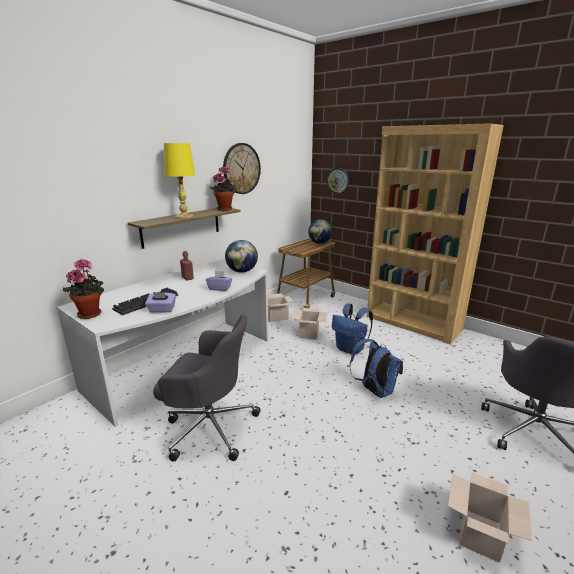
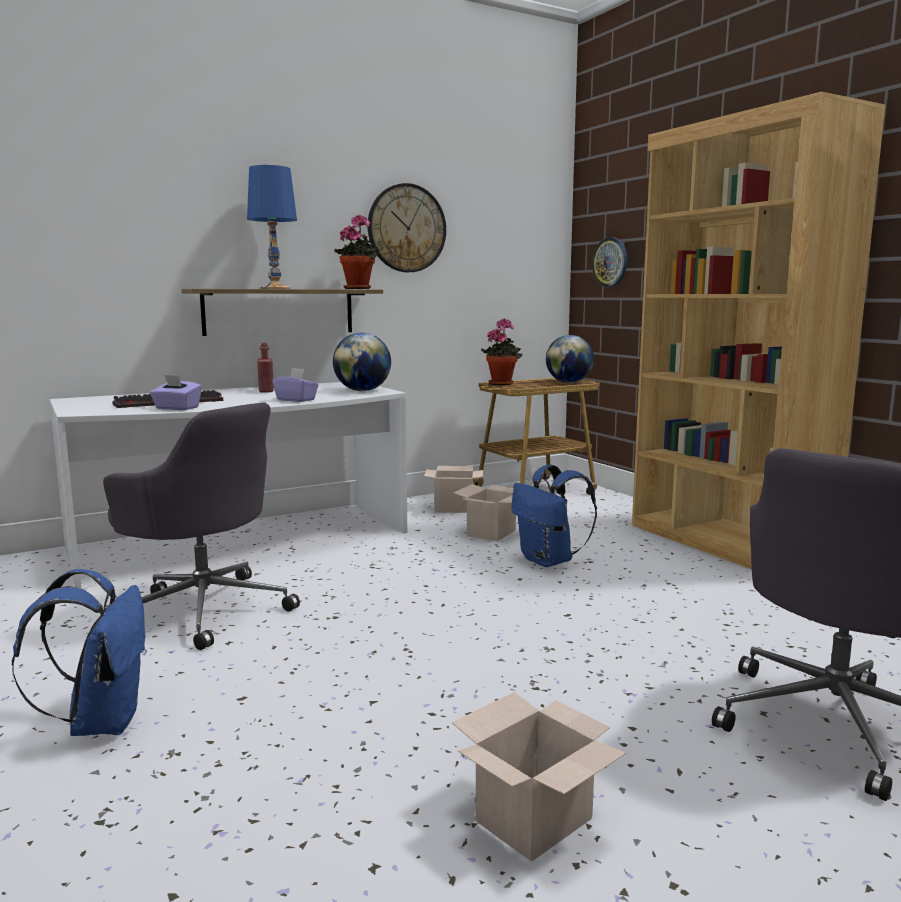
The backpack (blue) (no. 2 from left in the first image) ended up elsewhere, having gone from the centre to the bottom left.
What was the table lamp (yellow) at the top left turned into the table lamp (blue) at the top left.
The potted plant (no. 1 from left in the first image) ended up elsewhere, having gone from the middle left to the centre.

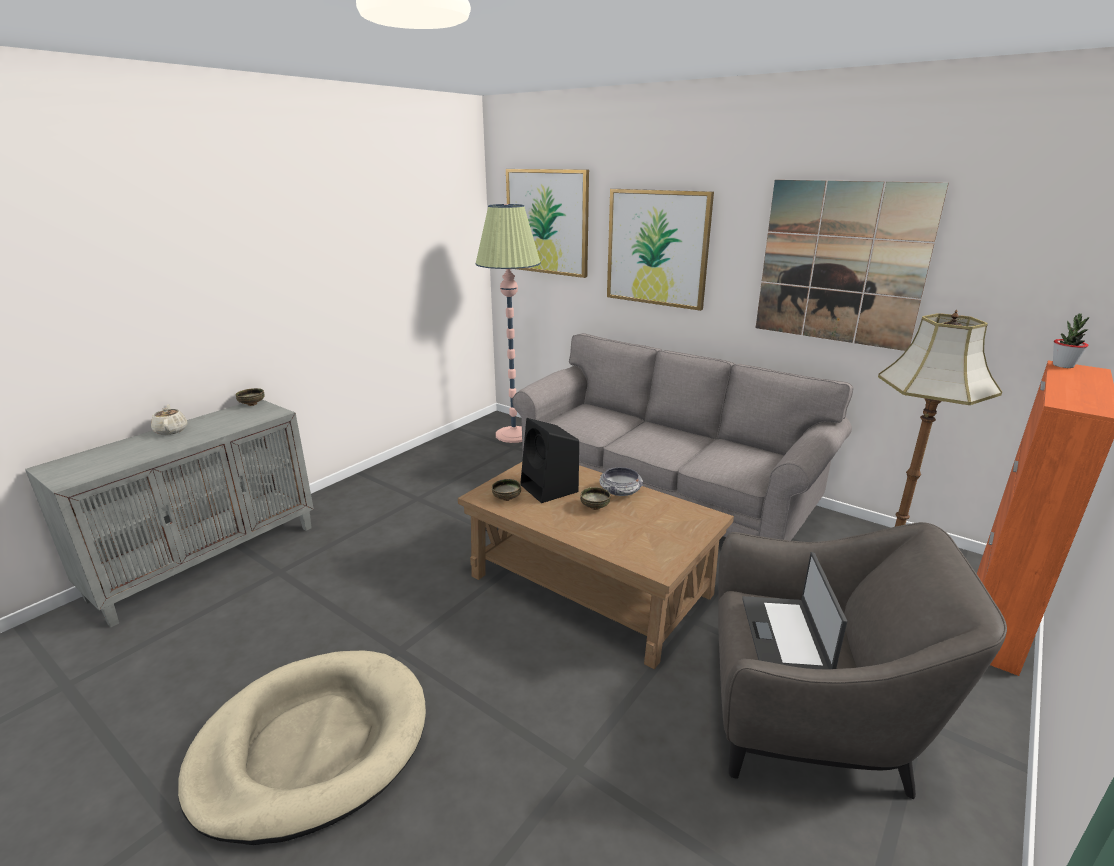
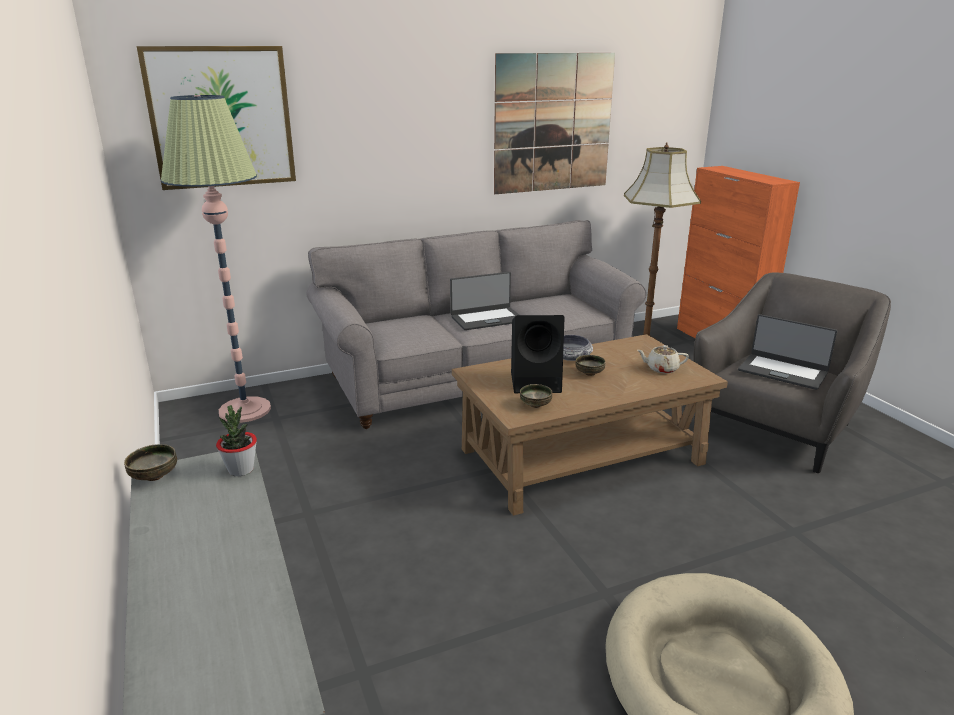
The potted plant ended up elsewhere, having gone from the middle right to the middle left.
The second view gained the laptop (no. 1 from left) at the centre.
The teapot (beige) ended up elsewhere, having gone from the middle left to the middle right.
The second view lost the picture (no. 2 from left) at the top centre.

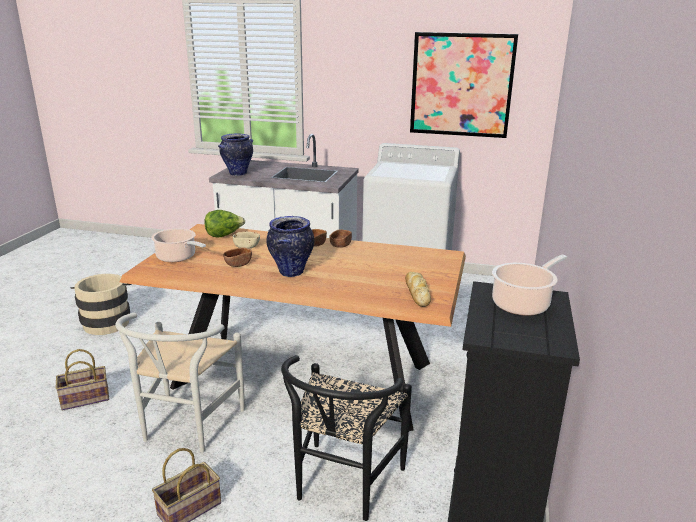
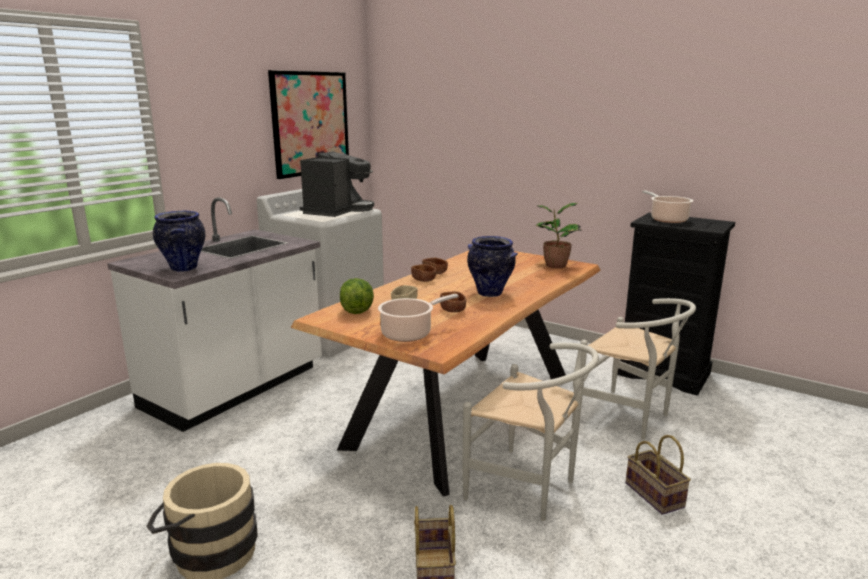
The second view gained the coffee machine at the top centre.
Where the bread stood at the centre, the potted plant came to stand at the centre.
What was the chair (black) at the bottom centre turned into the chair (white) (no. 2 from left) at the middle right.

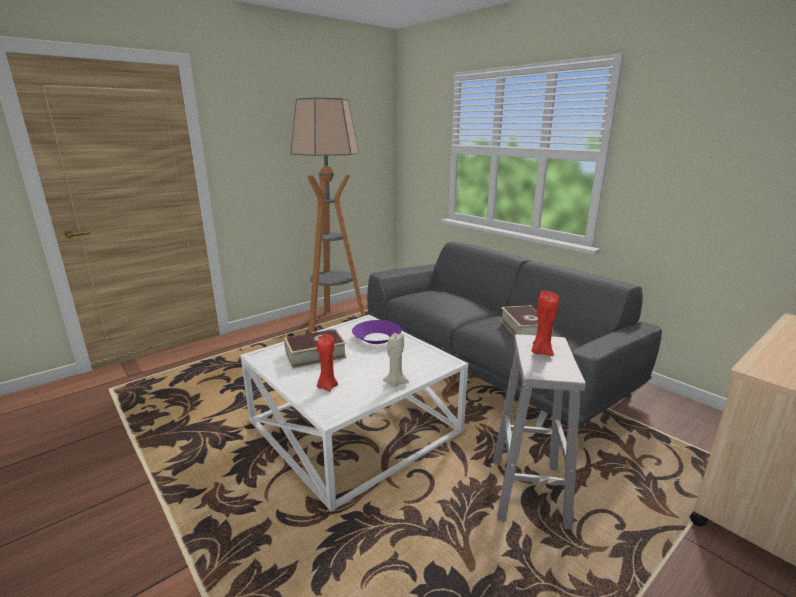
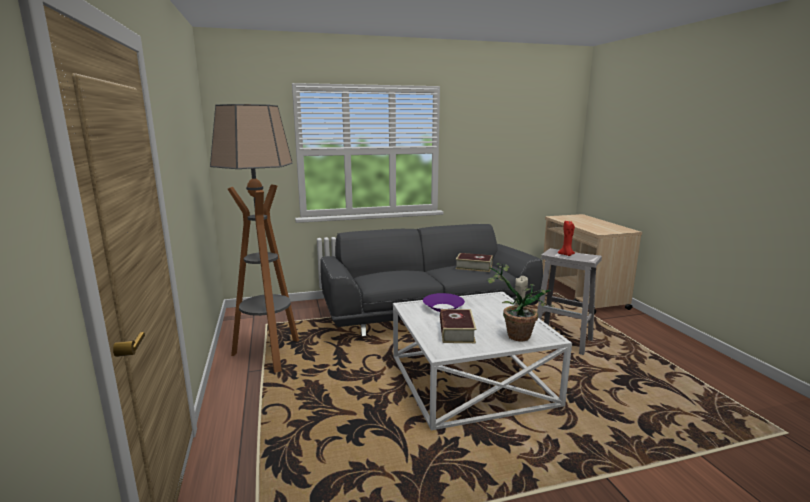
Where the candle (red) (no. 1 from left) stood at the centre, the potted plant came to stand at the centre.

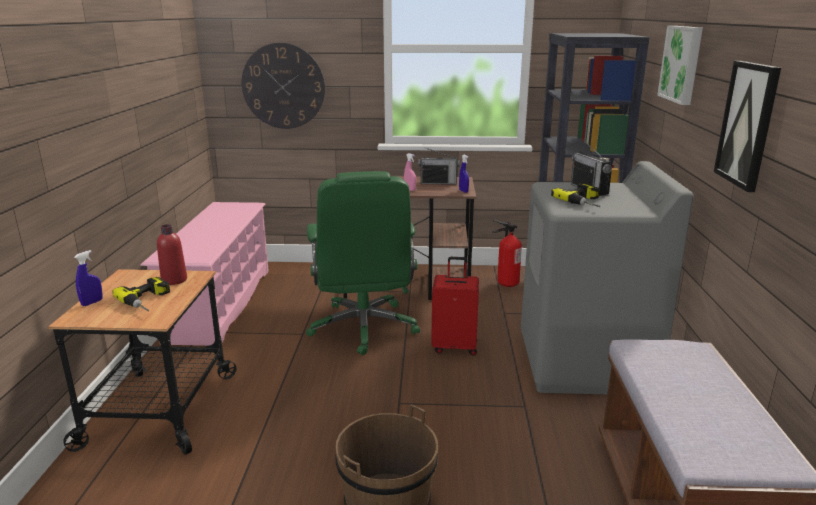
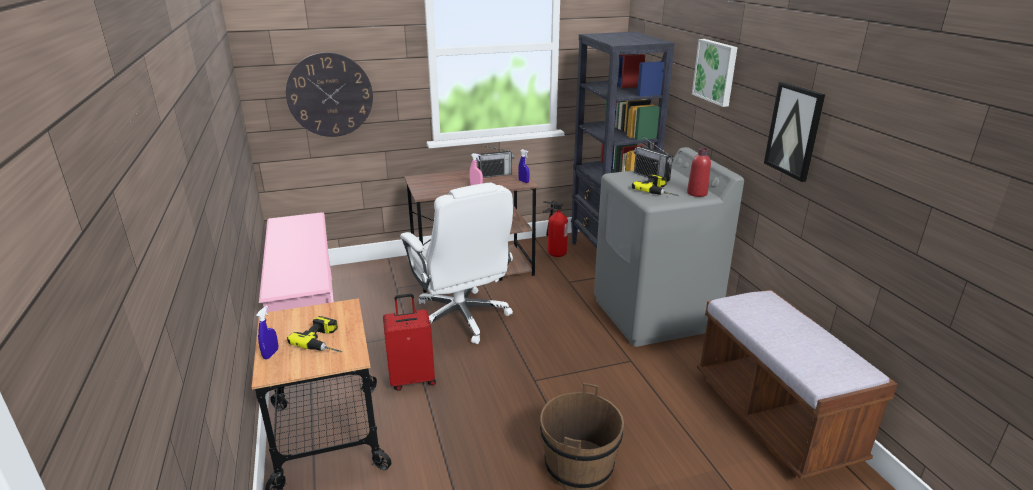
The suitcase (red) ended up elsewhere, having gone from the centre to the bottom centre.
What was the office chair (green) at the centre turned into the office chair (white) at the centre.
The bottle (red) ended up elsewhere, having gone from the middle left to the middle right.

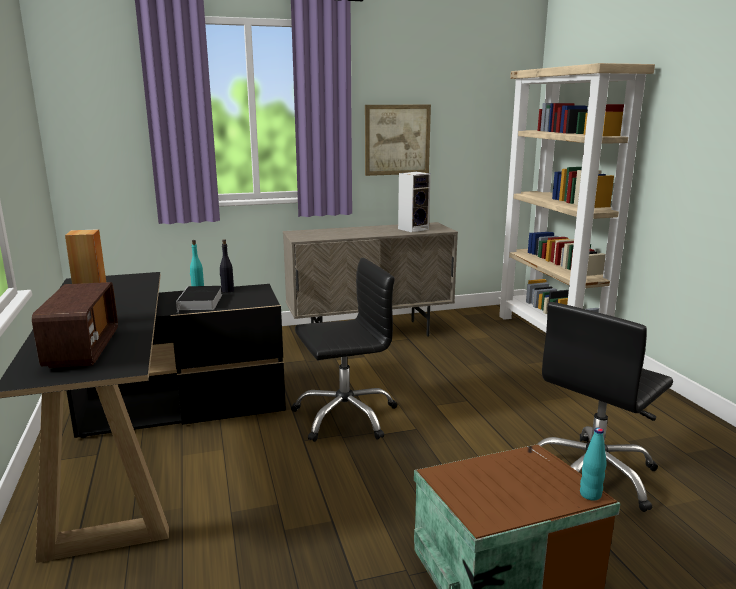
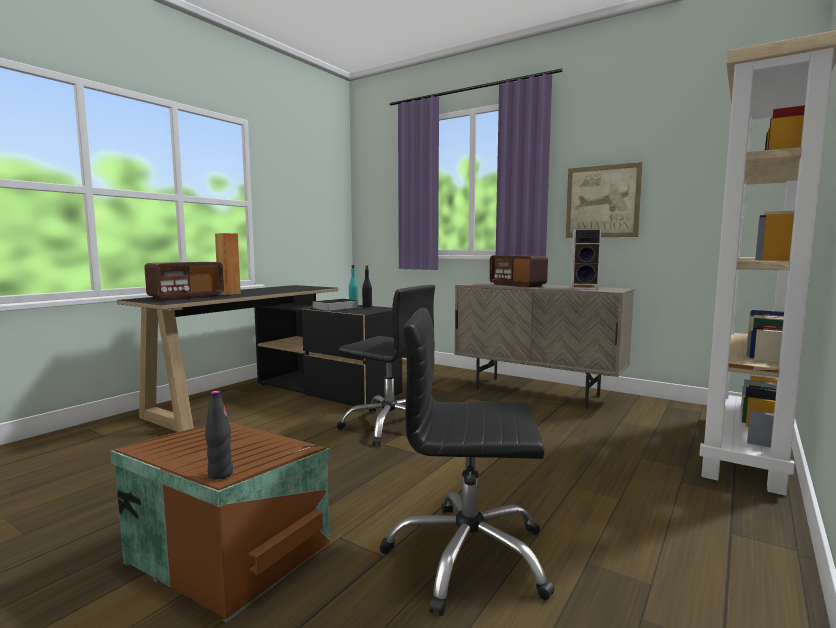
What was the bottle (turquoise) (no. 2 from left) at the bottom right turned into the bottle (black) (no. 1 from left) at the bottom left.
The second view gained the radio (no. 2 from left) at the centre.

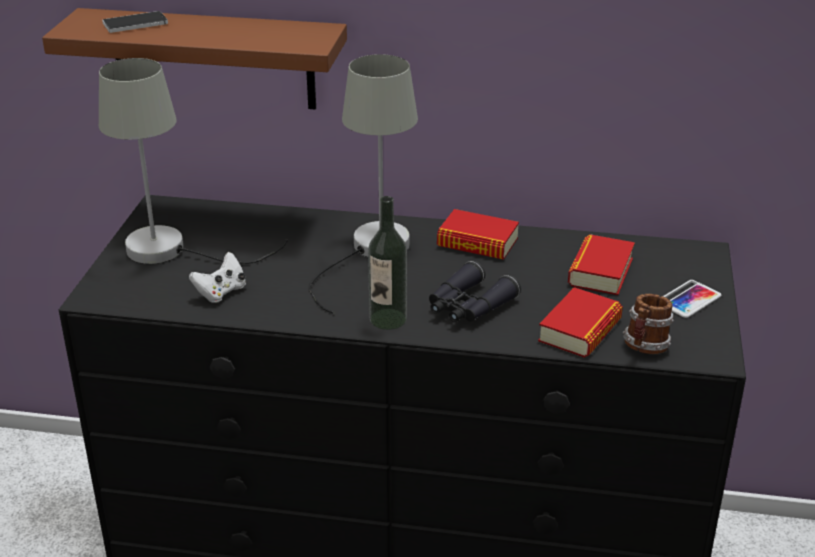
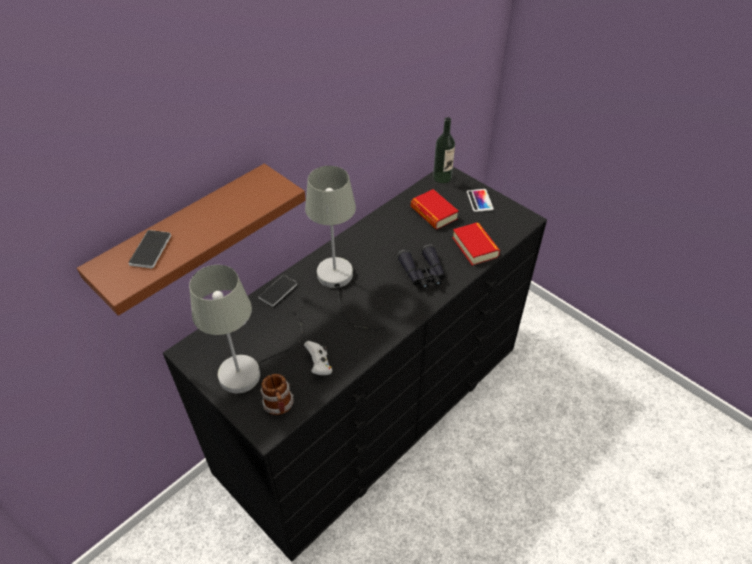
The second view gained the phone (no. 2 from left) at the centre.
The mug ended up elsewhere, having gone from the middle right to the bottom centre.
The bottle ended up elsewhere, having gone from the centre to the top centre.
The second view lost the book (no. 1 from left) at the centre.

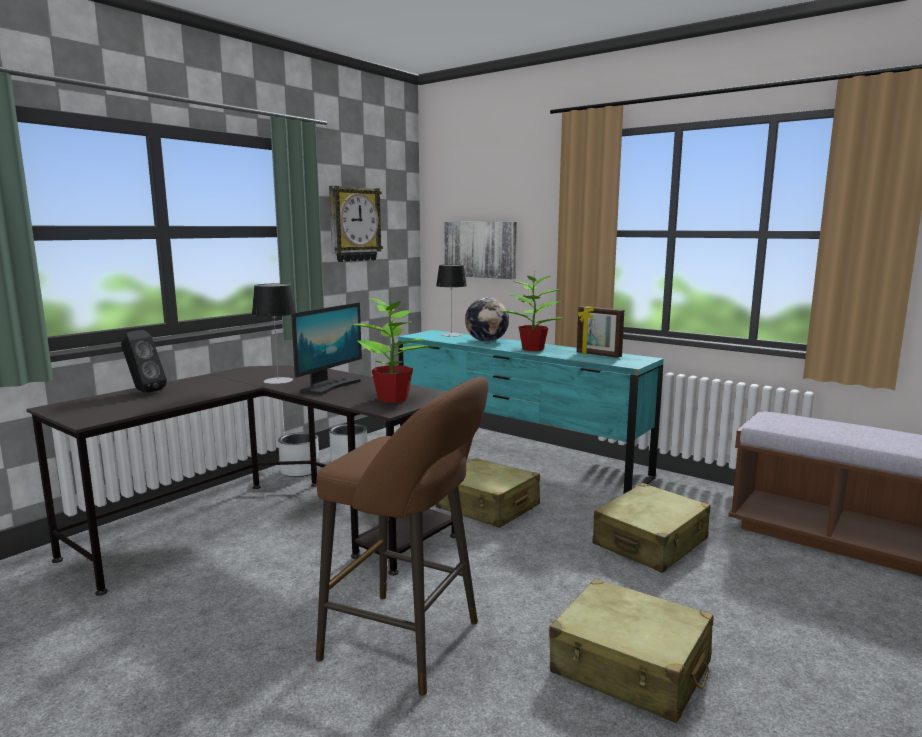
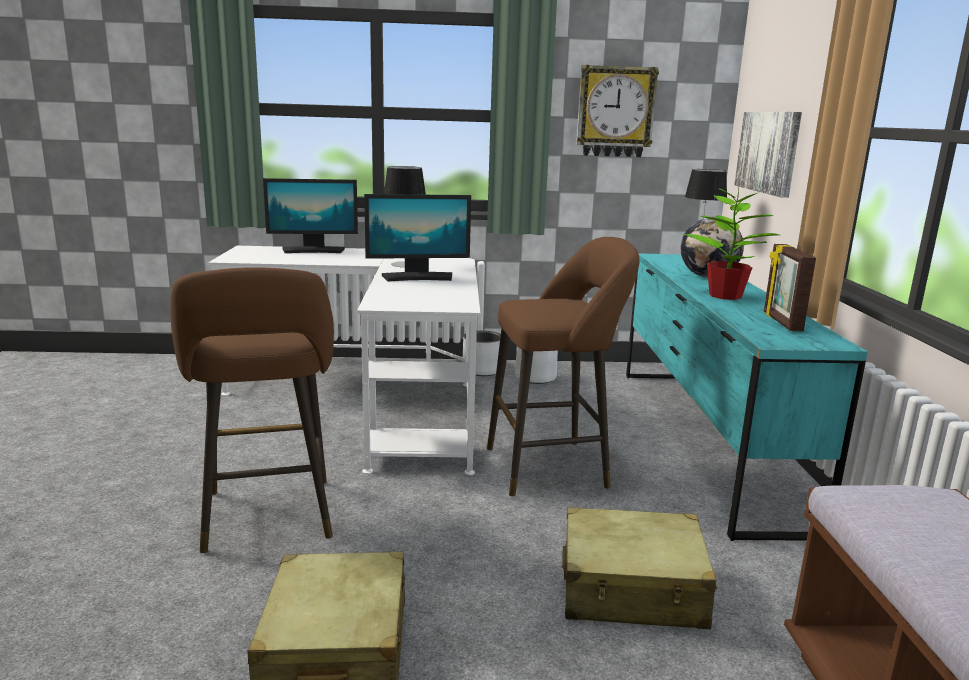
What was the desk (black) at the middle left turned into the desk (white) at the centre.
Where the speaker (black) stood at the middle left, the monitor (no. 1 from left) came to stand at the top left.
Where the suitcase (beige) (no. 1 from left) stood at the bottom centre, the stool (brown) (no. 2 from left) came to stand at the centre.
The second view lost the potted plant (no. 1 from left) at the centre.

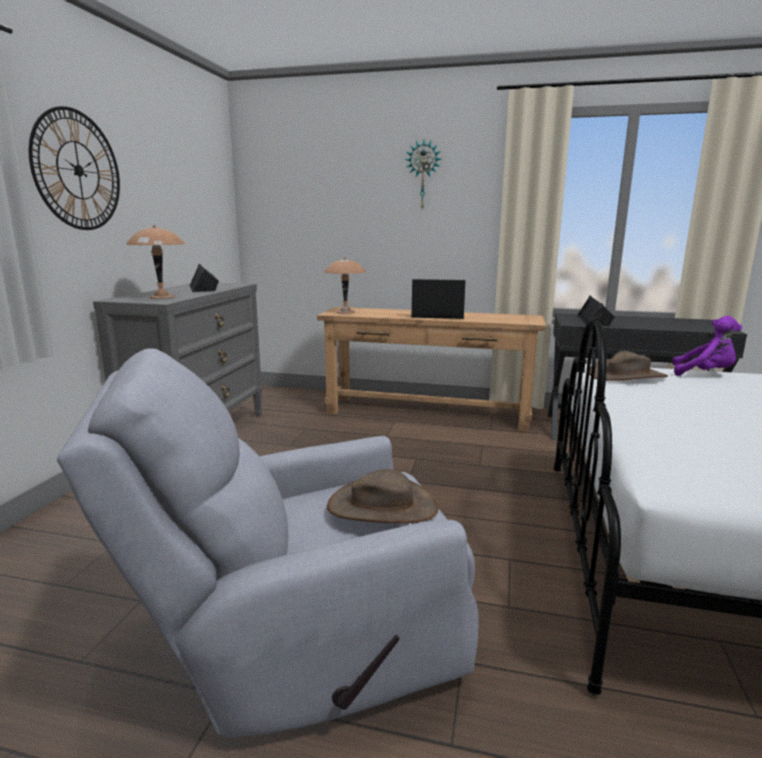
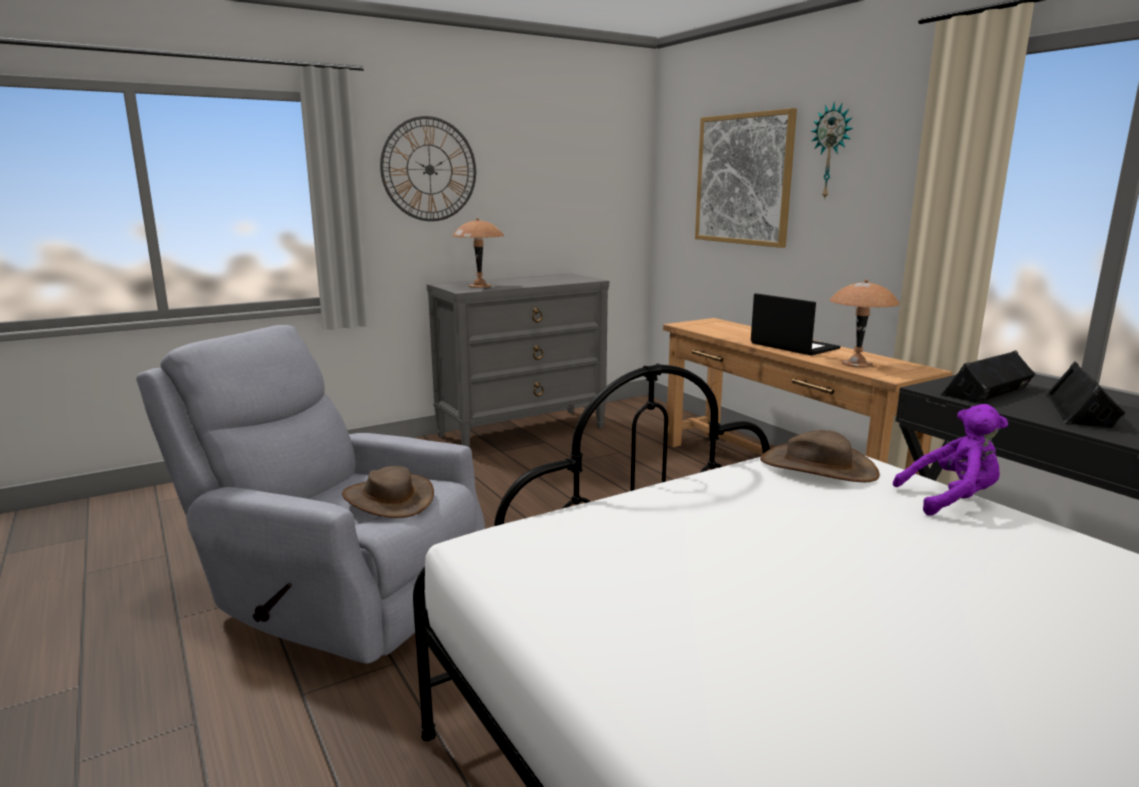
The second view gained the picture at the top centre.
The table lamp (brown) (no. 2 from left) ended up elsewhere, having gone from the centre to the middle right.
The plush toy (purple) at the middle right ended up facing another way, 75 degrees counterclockwise from before.
The speaker (black) (no. 1 from left in the first image) ended up elsewhere, having gone from the middle left to the middle right.

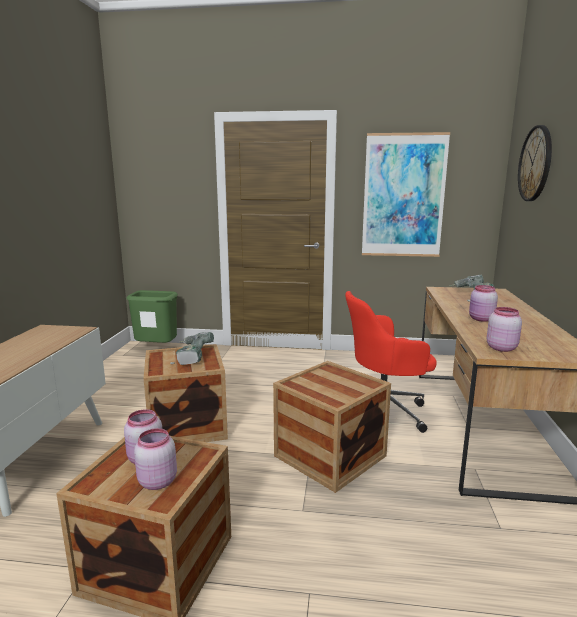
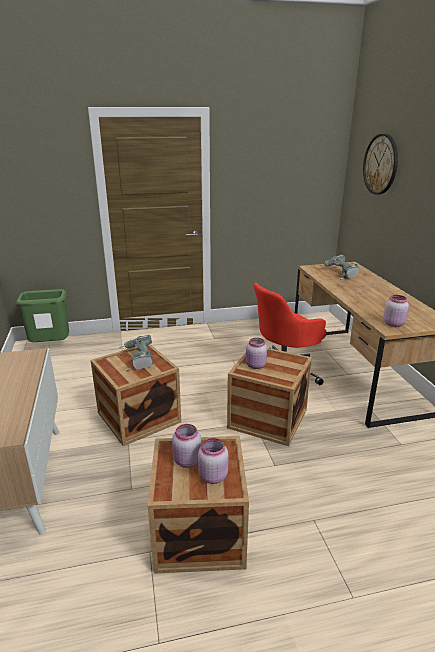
The jar (pink) (no. 3 from left) ended up elsewhere, having gone from the middle right to the centre.
The second view lost the picture at the top right.

